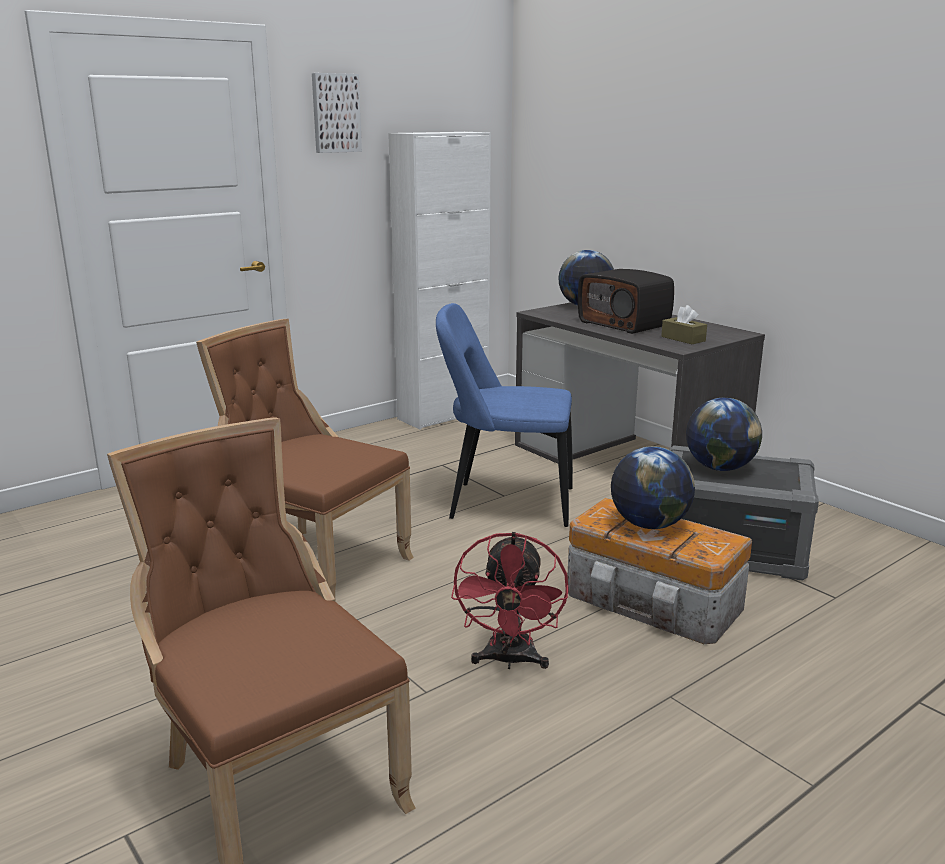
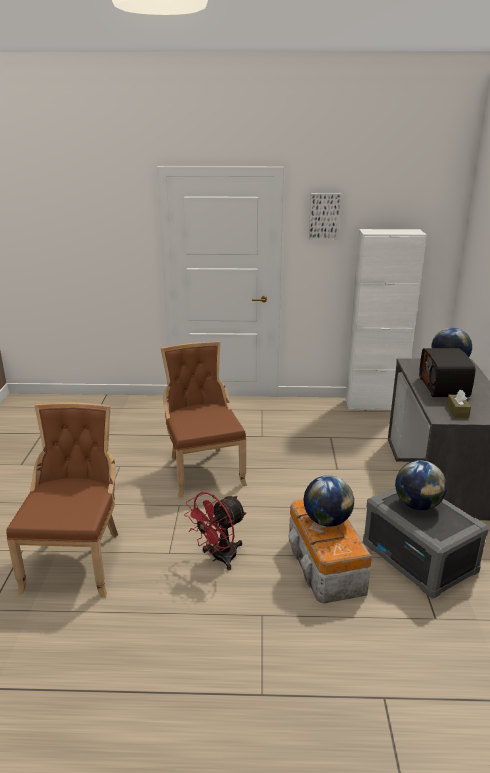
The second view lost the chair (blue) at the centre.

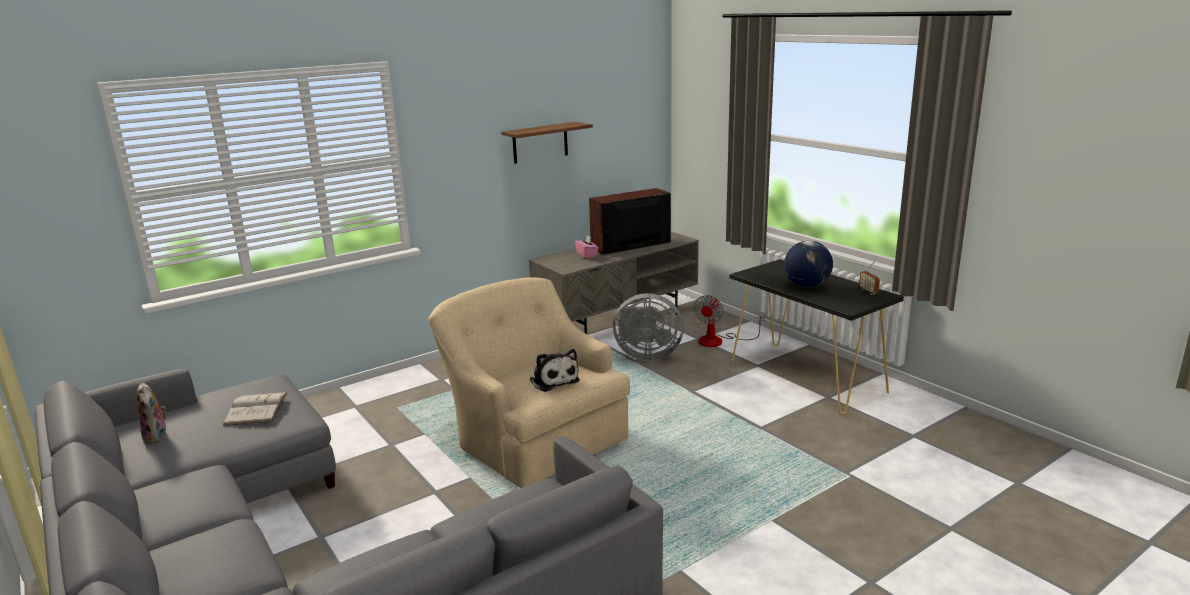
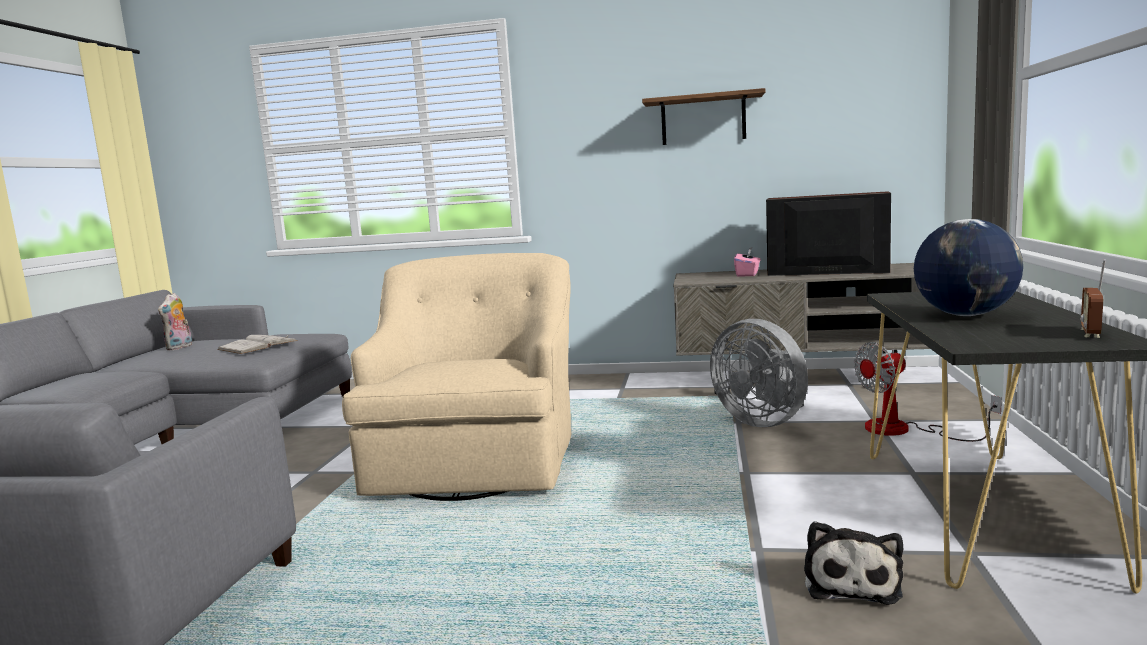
The plush toy (no. 2 from left) ended up elsewhere, having gone from the centre to the bottom right.

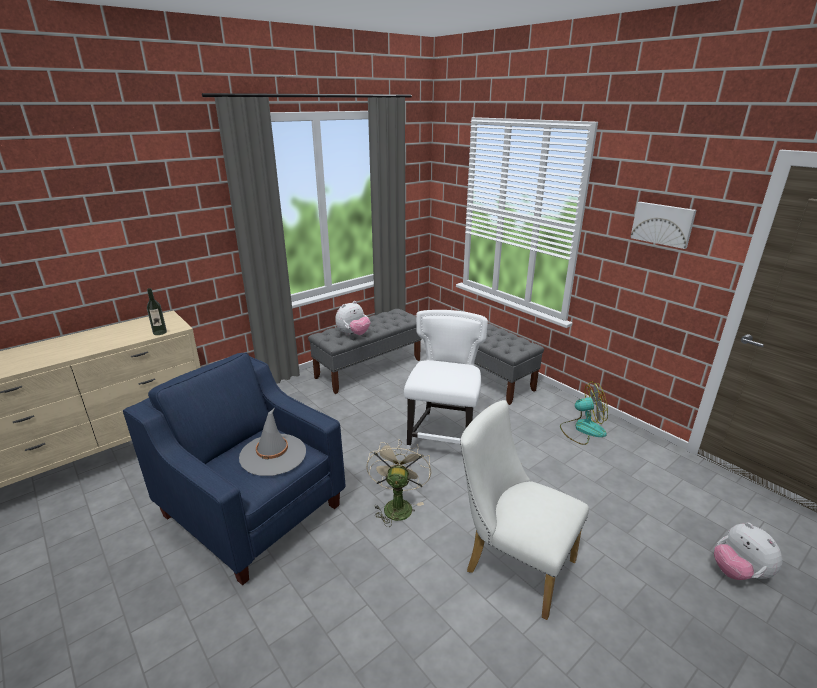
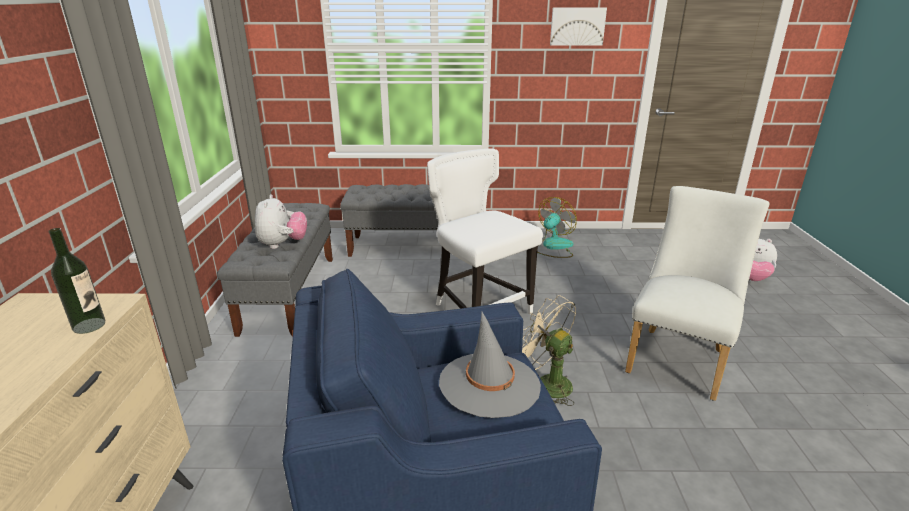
The chair (white) (no. 2 from left) at the bottom centre ended up facing another way, 135 degrees clockwise from before.

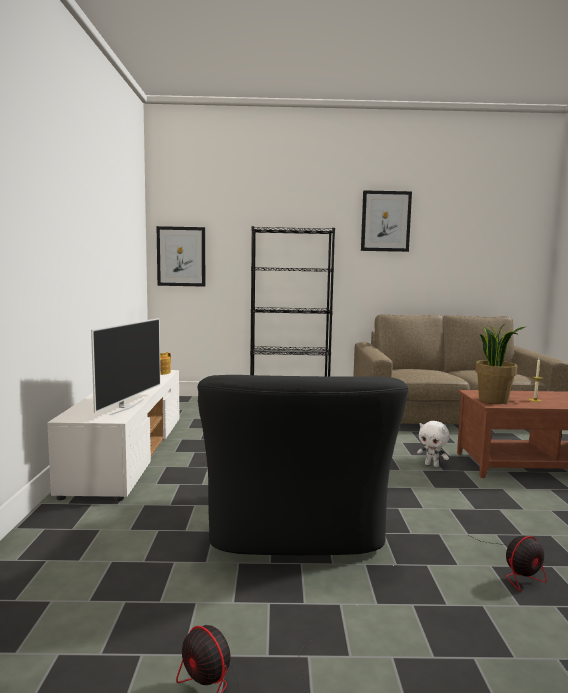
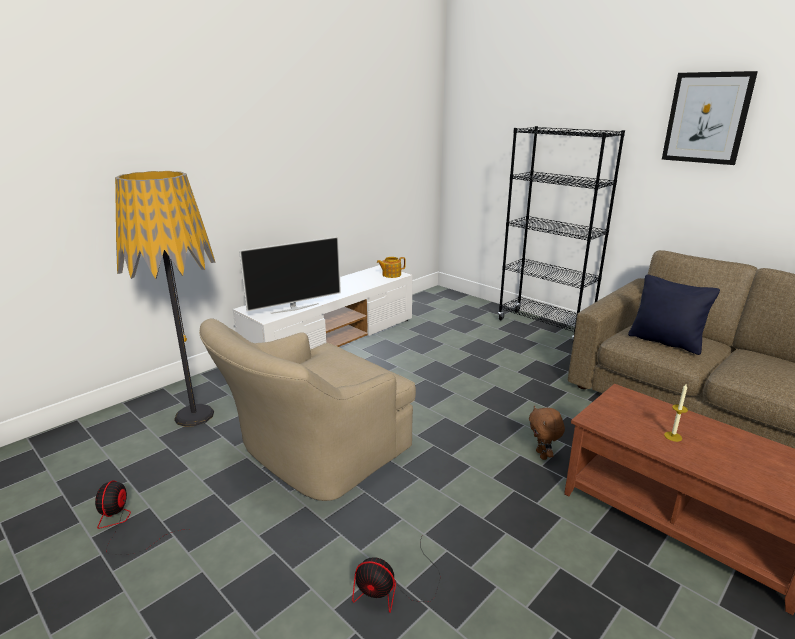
The second view gained the floor lamp at the middle left.
What was the armchair (black) at the bottom centre turned into the armchair (beige) at the centre.
What was the plush toy (white) at the middle right turned into the plush toy (brown) at the bottom right.
The second view gained the pillow (black) at the middle right.
The second view lost the picture (no. 1 from left) at the middle left.
The second view lost the potted plant at the middle right.

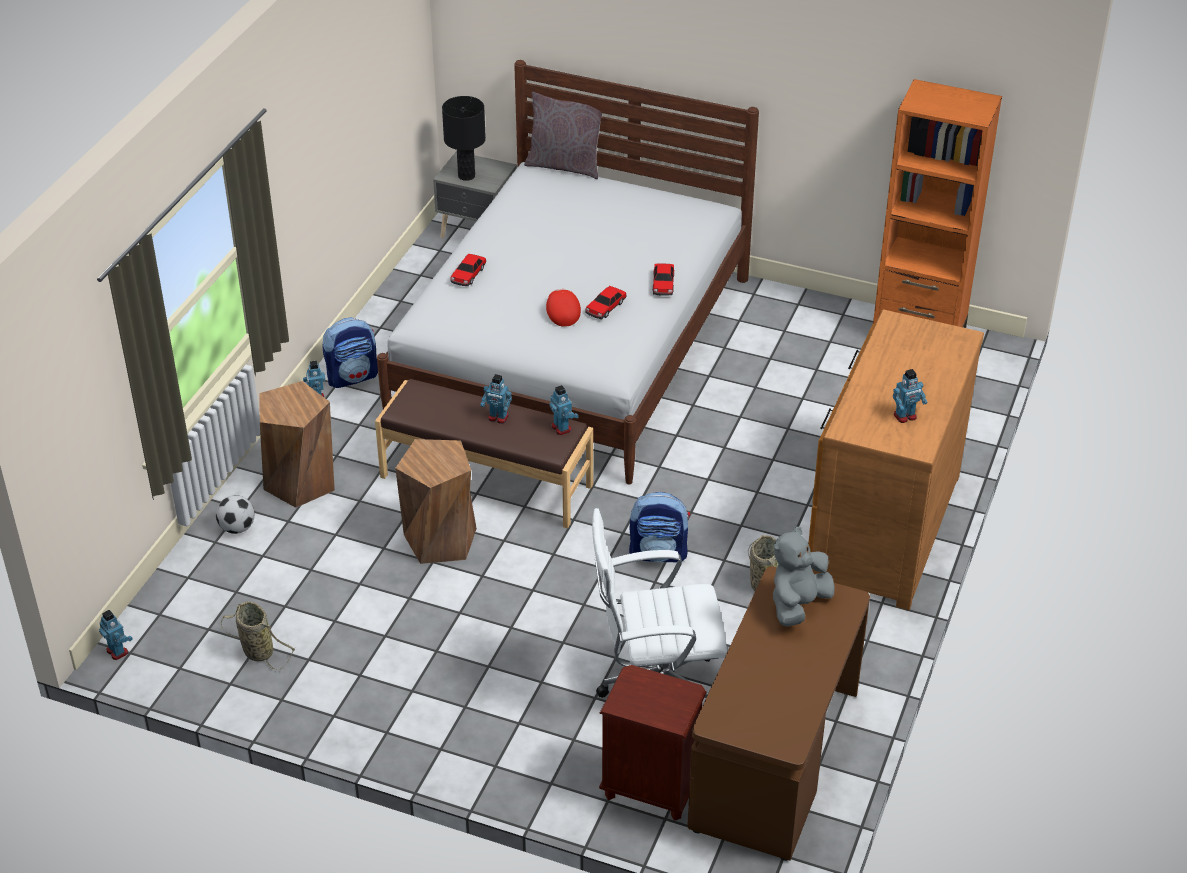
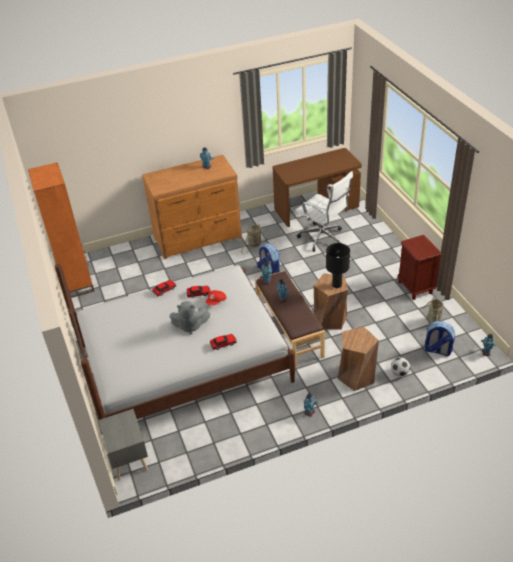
The plush toy (grey) ended up elsewhere, having gone from the middle right to the centre.
The table lamp (black) ended up elsewhere, having gone from the top centre to the centre.
The nightstand (brown) ended up elsewhere, having gone from the bottom centre to the middle right.
The backpack (no. 1 from left in the first image) ended up elsewhere, having gone from the middle left to the middle right.
The second view lost the pillow (grey) at the top centre.

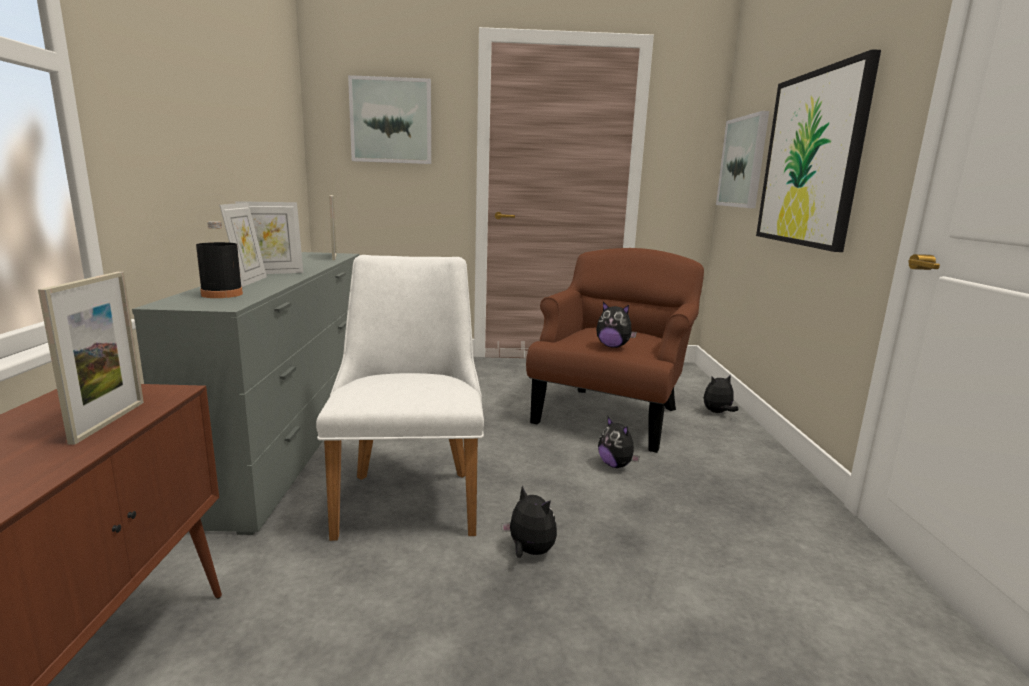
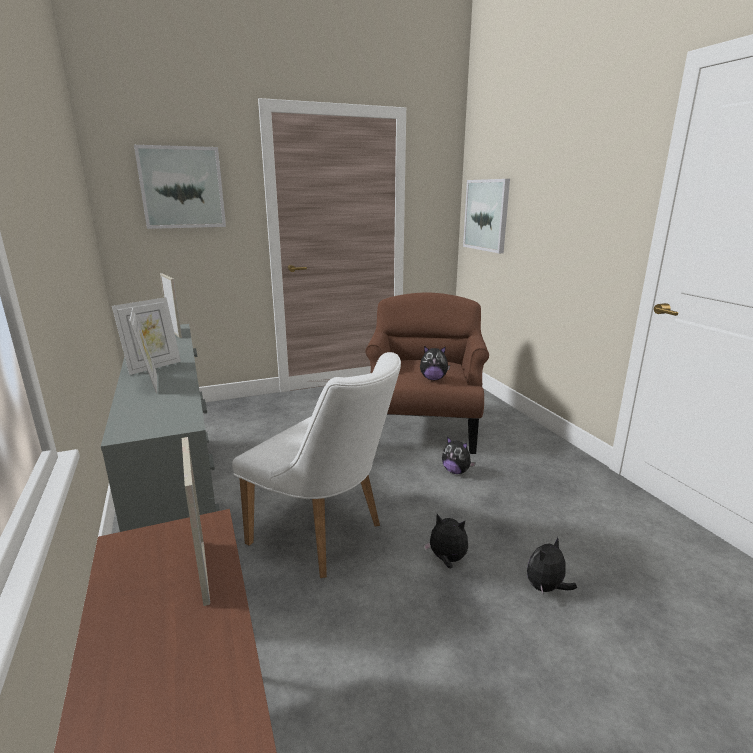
The chair (white) at the centre ended up facing another way, 150 degrees clockwise from before.
The plush toy (no. 4 from left) ended up elsewhere, having gone from the middle right to the bottom right.
The second view lost the bottle (black) at the middle left.
The second view lost the picture (no. 3 from left) at the top right.

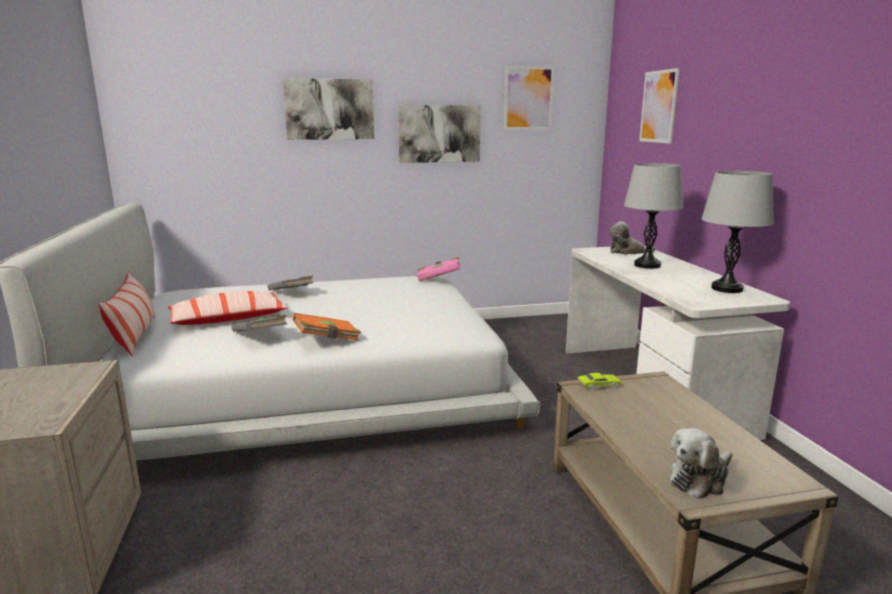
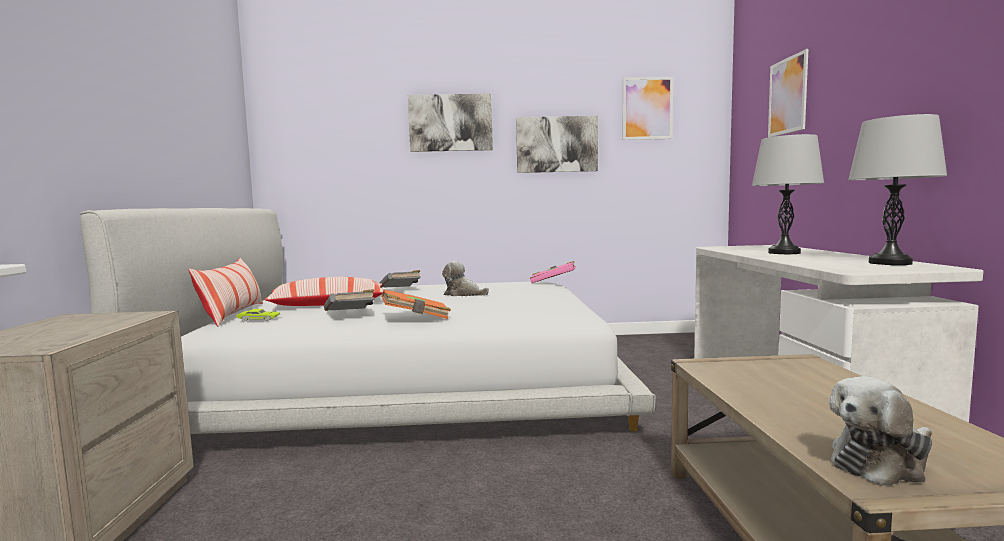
The toy car (green) ended up elsewhere, having gone from the middle right to the middle left.
The plush toy (no. 1 from left) ended up elsewhere, having gone from the middle right to the centre.

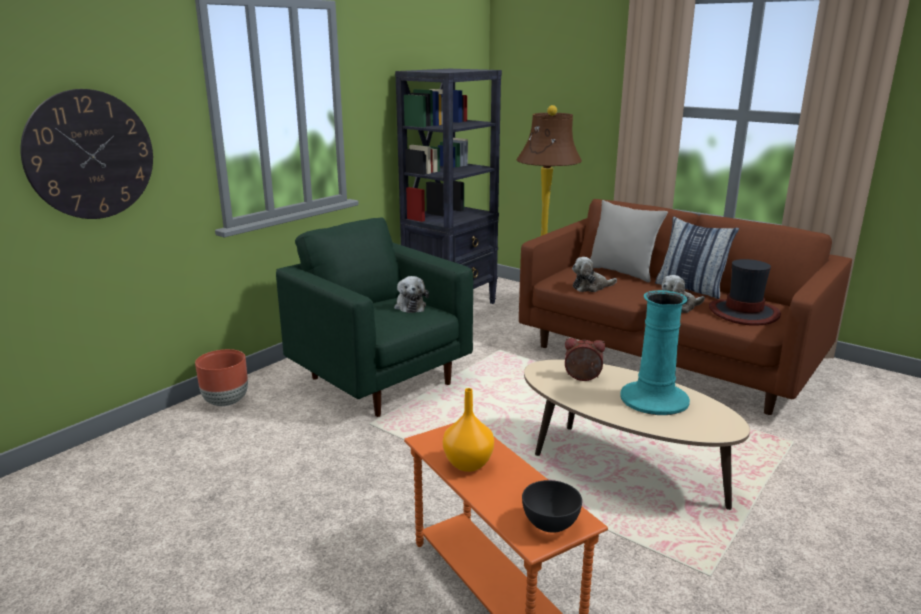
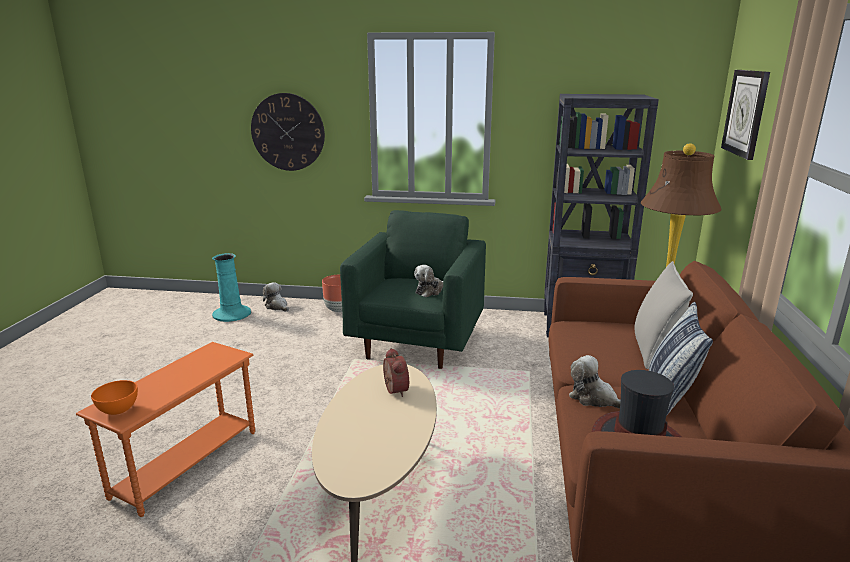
What was the bowl (grey) at the bottom centre turned into the bowl (orange) at the bottom left.
The vase (turquoise) ended up elsewhere, having gone from the middle right to the middle left.
The plush toy (no. 2 from left in the first image) ended up elsewhere, having gone from the centre to the middle left.
The second view gained the wall clock (no. 2 from left) at the top right.
The second view lost the vase (orange) at the bottom centre.

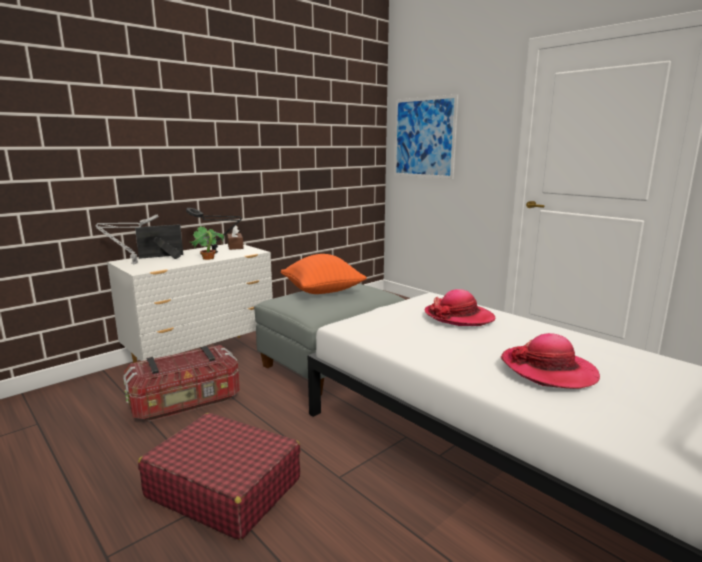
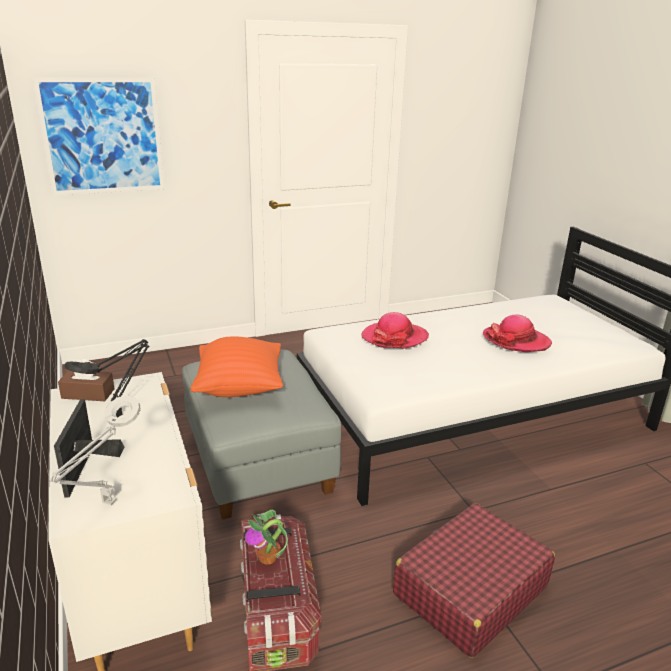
The potted plant ended up elsewhere, having gone from the middle left to the bottom centre.

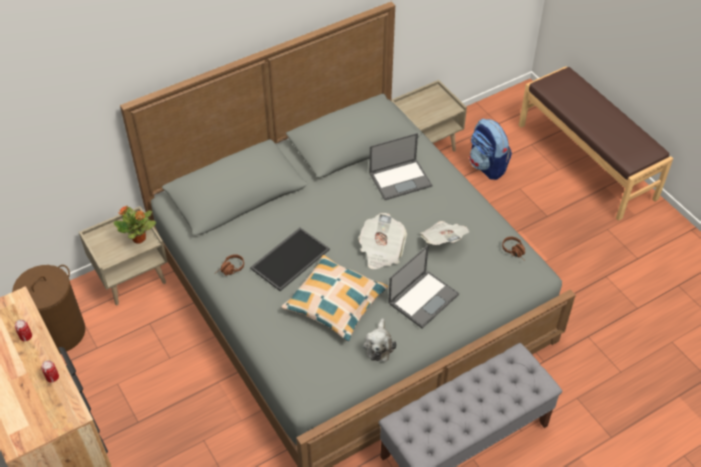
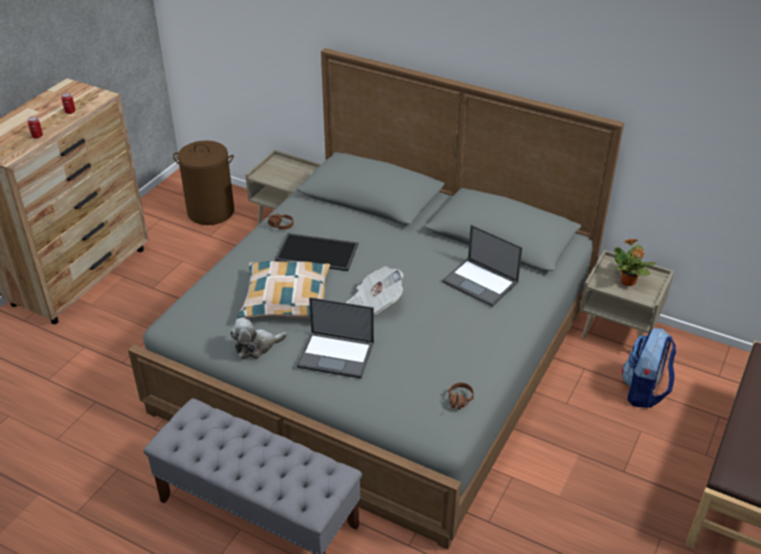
The potted plant ended up elsewhere, having gone from the middle left to the middle right.
The second view lost the newspaper (no. 2 from left) at the centre.

